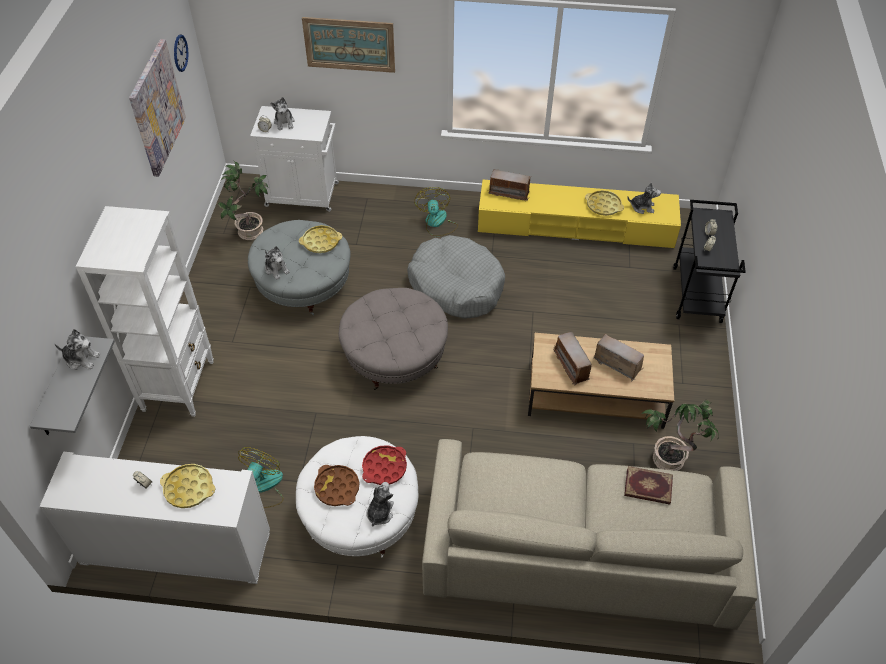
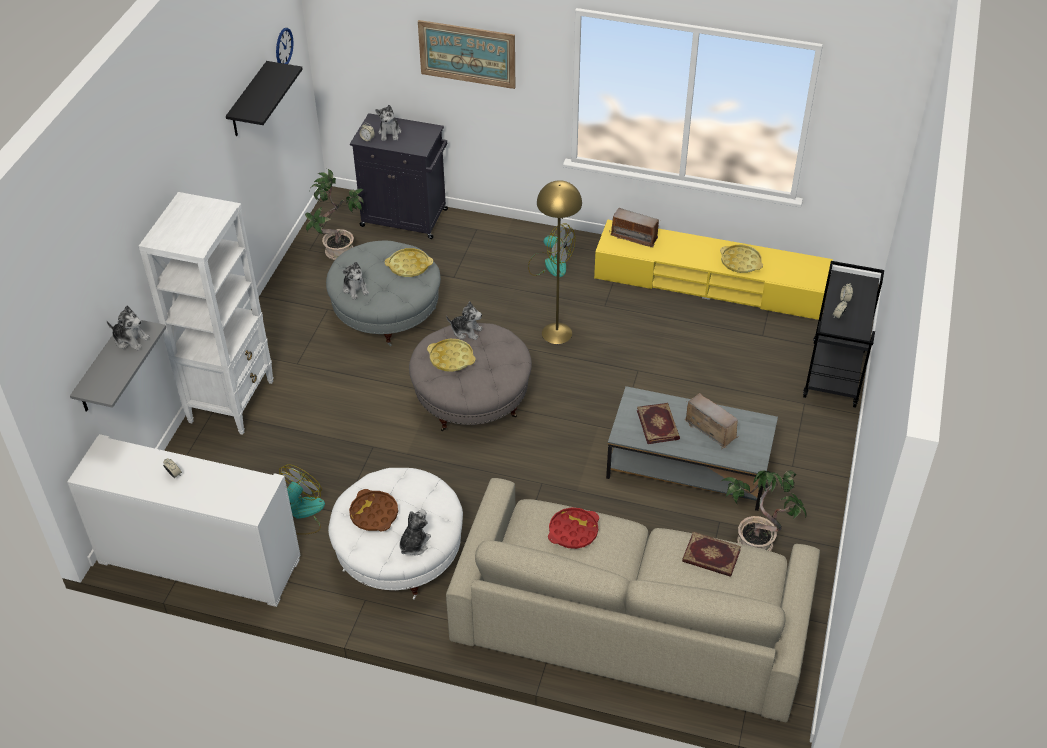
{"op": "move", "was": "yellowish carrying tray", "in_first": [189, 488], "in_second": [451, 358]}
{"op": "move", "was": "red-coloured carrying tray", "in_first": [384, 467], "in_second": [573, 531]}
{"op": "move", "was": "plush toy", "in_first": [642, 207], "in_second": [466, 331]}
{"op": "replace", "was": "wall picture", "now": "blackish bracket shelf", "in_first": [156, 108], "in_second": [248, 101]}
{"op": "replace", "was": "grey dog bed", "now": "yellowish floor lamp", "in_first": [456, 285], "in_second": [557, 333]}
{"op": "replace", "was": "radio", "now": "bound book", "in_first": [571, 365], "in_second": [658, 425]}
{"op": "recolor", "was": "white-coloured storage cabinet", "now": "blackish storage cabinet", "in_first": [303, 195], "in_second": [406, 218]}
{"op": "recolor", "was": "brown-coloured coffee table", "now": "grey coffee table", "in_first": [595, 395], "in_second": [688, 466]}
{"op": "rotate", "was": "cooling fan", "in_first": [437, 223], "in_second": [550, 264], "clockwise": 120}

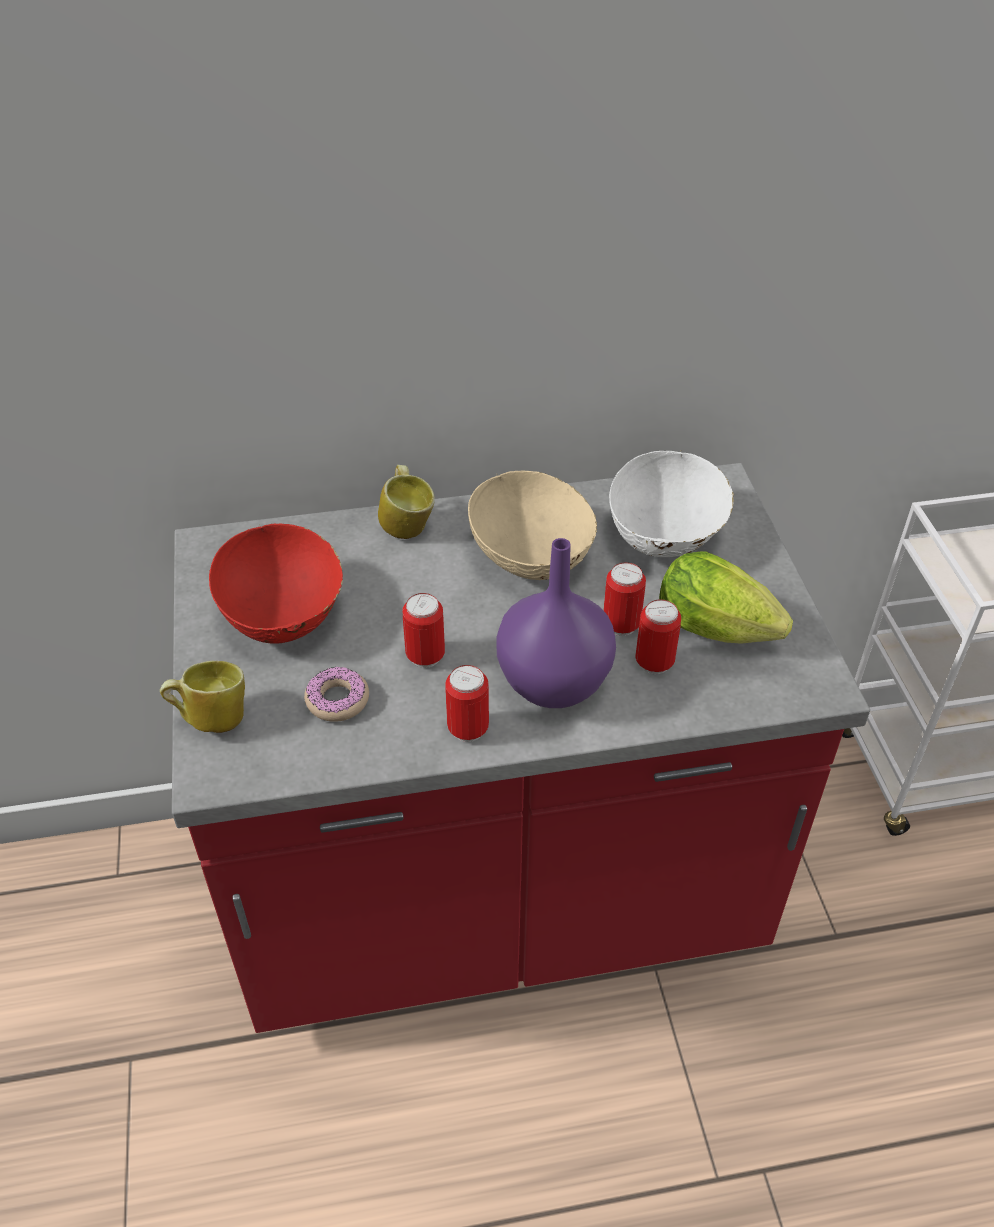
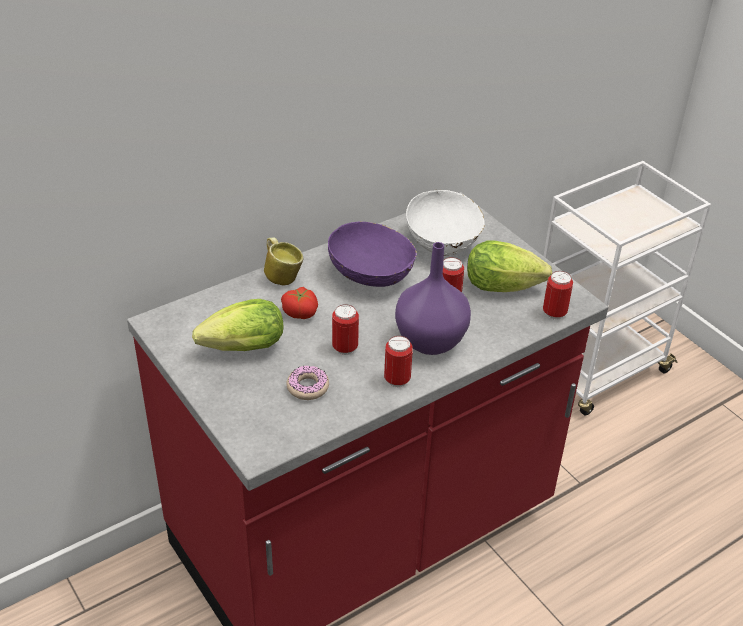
{"op": "delete", "was": "tea mug", "in_first": [211, 718]}
{"op": "insert", "now": "fresh tomato", "in_second": [301, 312]}
{"op": "move", "was": "metal can", "in_first": [654, 663], "in_second": [554, 313]}
{"op": "replace", "was": "red-coloured deep dish", "now": "lettuce", "in_first": [284, 614], "in_second": [239, 349]}
{"op": "recolor", "was": "beige-coloured deep dish", "now": "purple-coloured deep dish", "in_first": [532, 555], "in_second": [372, 274]}

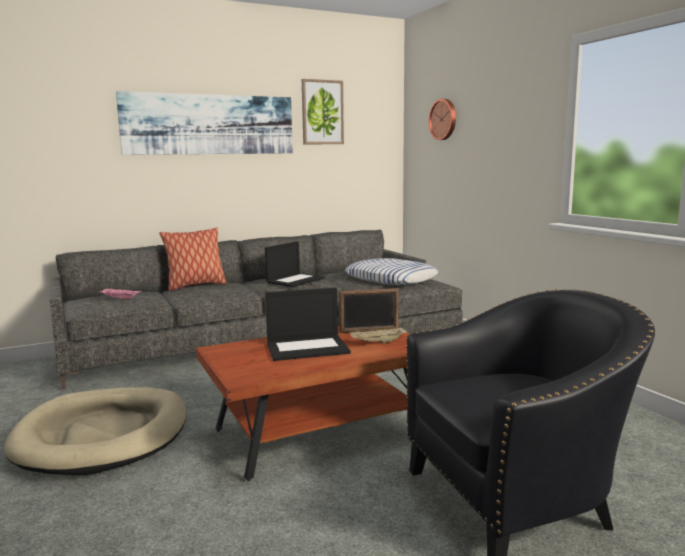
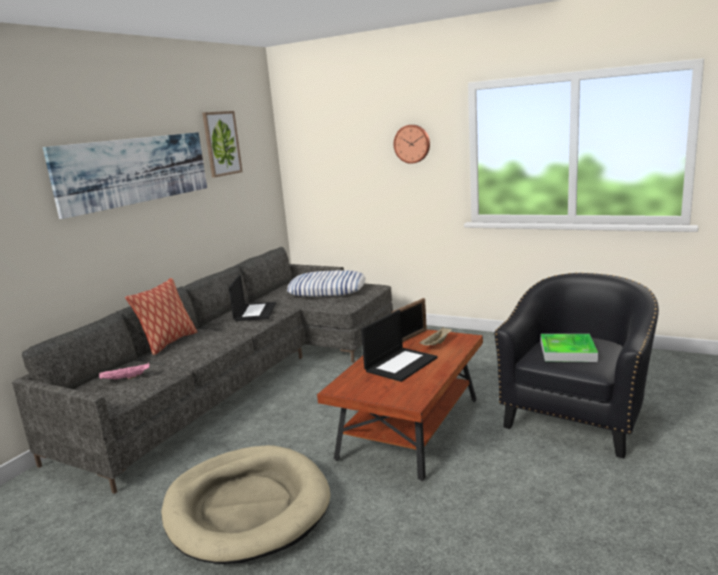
{"op": "insert", "now": "carrying tray", "in_second": [567, 351]}
{"op": "move", "was": "wall clock", "in_first": [444, 119], "in_second": [412, 144]}

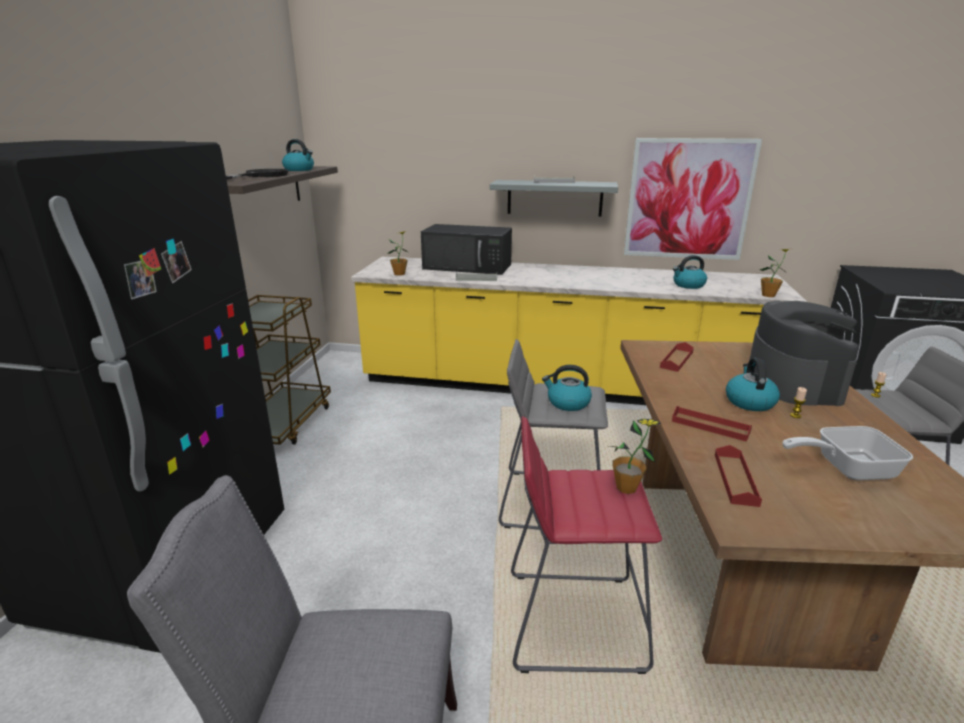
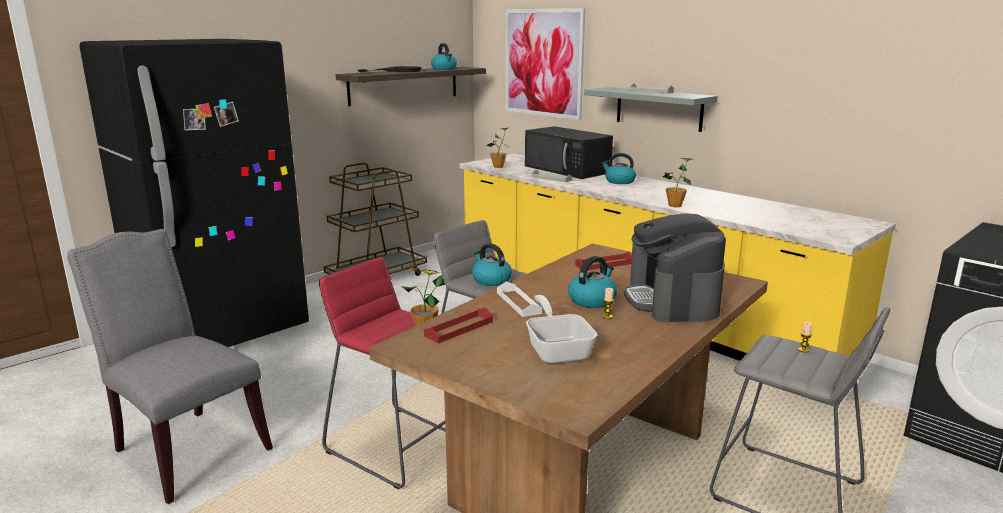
{"op": "move", "was": "wall picture", "in_first": [688, 200], "in_second": [543, 63]}
{"op": "move", "was": "kettle", "in_first": [688, 285], "in_second": [619, 181]}
{"op": "move", "was": "plant in a pot", "in_first": [768, 295], "in_second": [675, 205]}
{"op": "recolor", "was": "red-coloured carrying tray", "now": "white-coloured carrying tray", "in_first": [710, 426], "in_second": [518, 303]}
{"op": "rotate", "was": "coffee maker", "in_first": [793, 382], "in_second": [672, 300], "clockwise": 135}
{"op": "rotate", "was": "skillet", "in_first": [845, 468], "in_second": [558, 349], "clockwise": 45}

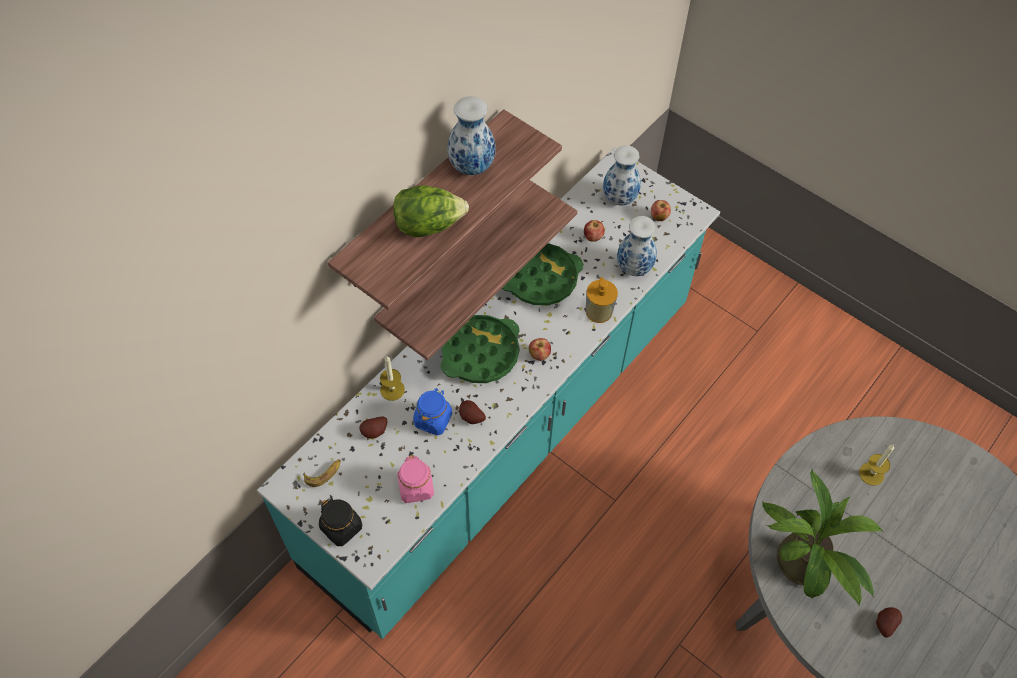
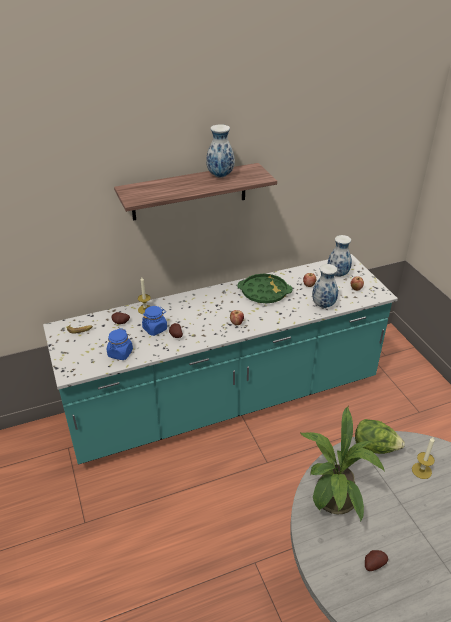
{"op": "delete", "was": "blackish jar", "in_first": [341, 528]}
{"op": "delete", "was": "bracket shelf", "in_first": [453, 261]}
{"op": "delete", "was": "green-coloured carrying tray", "in_first": [480, 353]}
{"op": "delete", "was": "liquid soap bottle", "in_first": [599, 311]}
{"op": "move", "was": "lettuce", "in_first": [429, 225], "in_second": [375, 447]}
{"op": "recolor", "was": "pink jar", "now": "blue jar", "in_first": [416, 487], "in_second": [120, 353]}

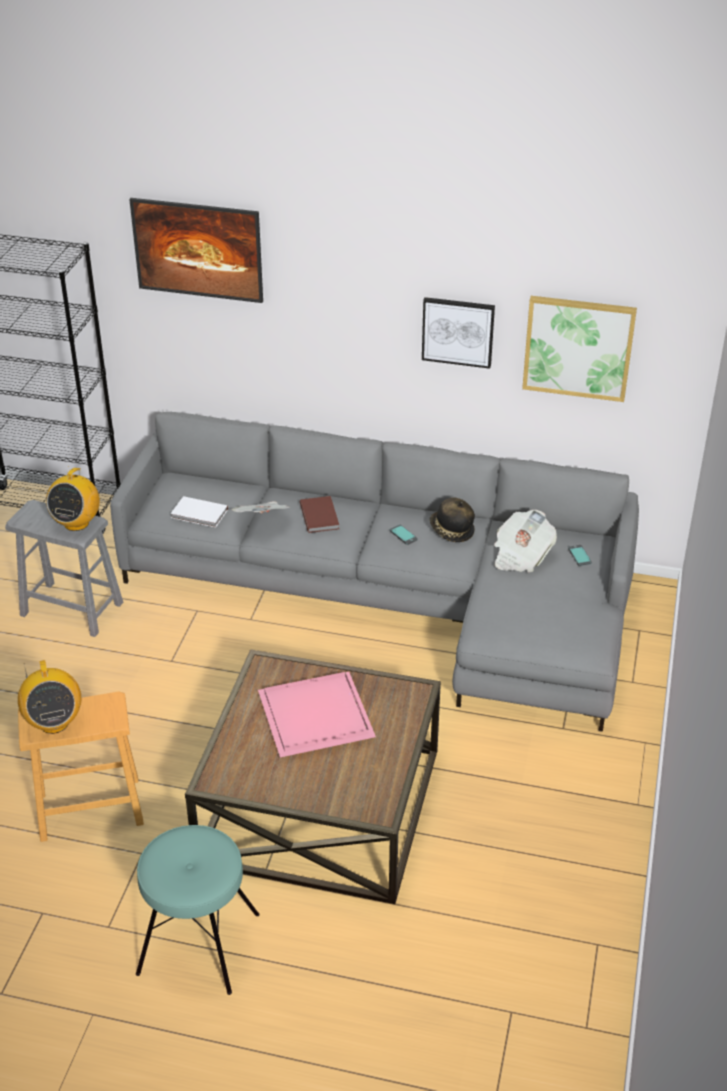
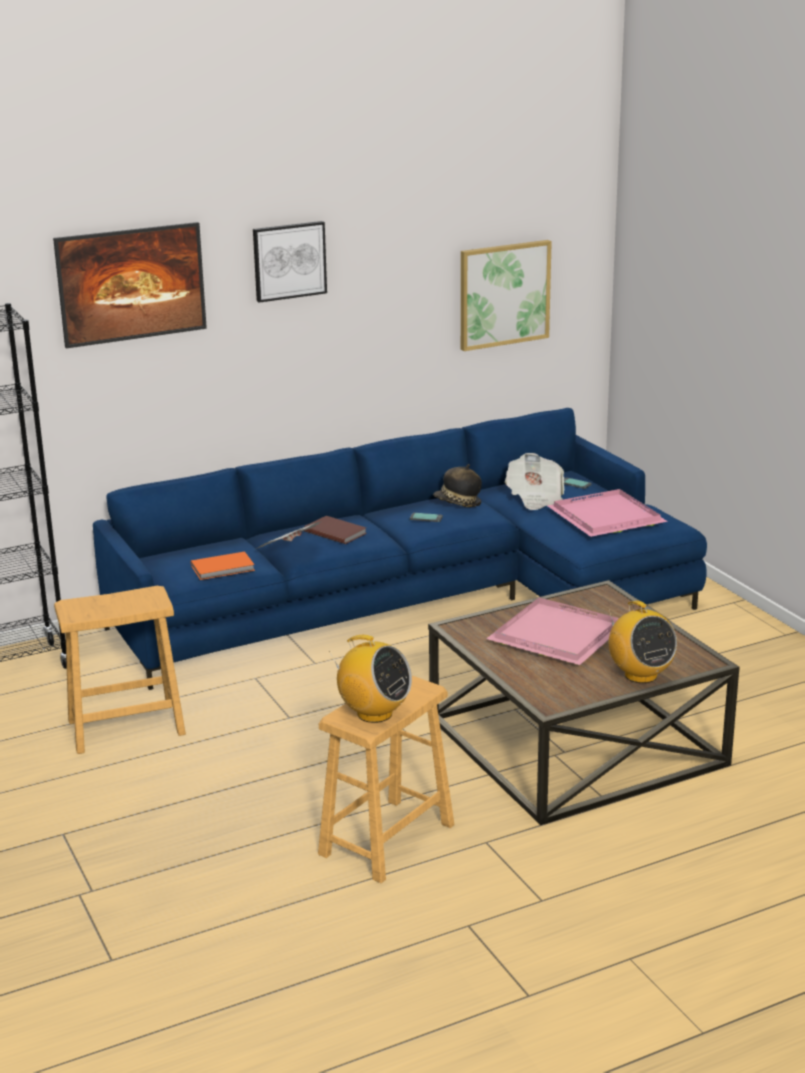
{"op": "delete", "was": "blue-green stool seat", "in_first": [198, 944]}
{"op": "insert", "now": "pink carrying tray", "in_second": [608, 517]}
{"op": "move", "was": "radio", "in_first": [76, 523], "in_second": [640, 675]}
{"op": "move", "was": "wall picture", "in_first": [458, 331], "in_second": [289, 261]}
{"op": "recolor", "was": "grey stool seat", "now": "brown-coloured stool seat", "in_first": [72, 609], "in_second": [126, 727]}
{"op": "recolor", "was": "grey couch", "now": "blue couch", "in_first": [397, 598], "in_second": [418, 602]}
{"op": "recolor", "was": "white-coloured bound book", "now": "orange-coloured bound book", "in_first": [199, 514], "in_second": [224, 568]}

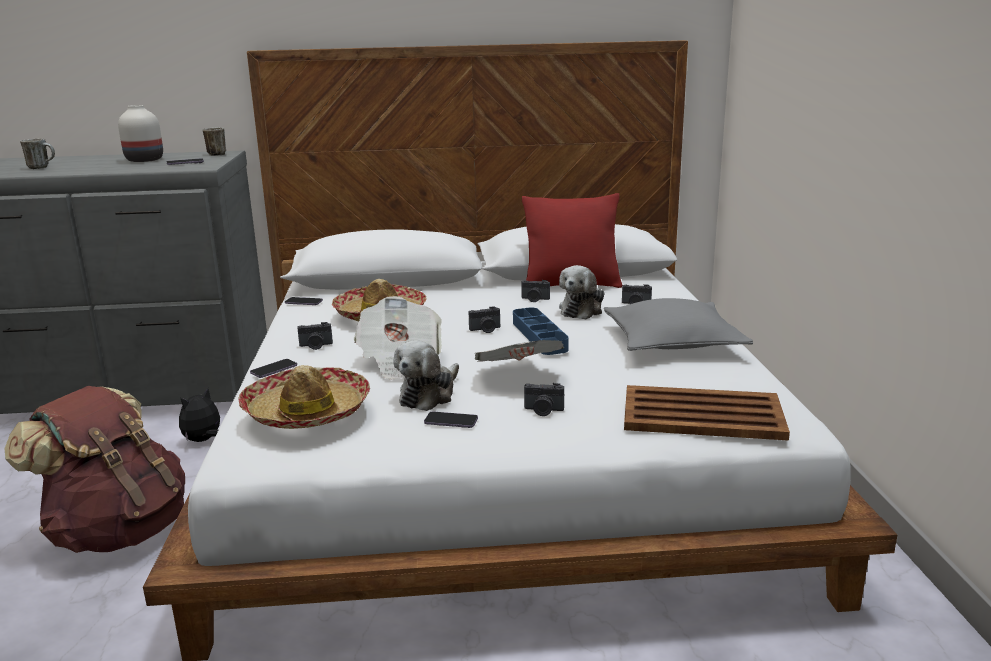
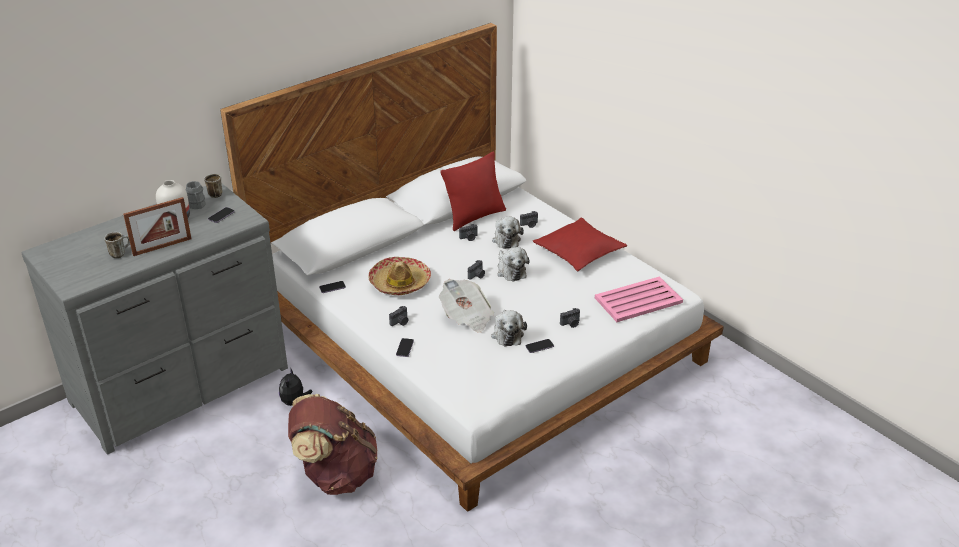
{"op": "delete", "was": "clothing hat", "in_first": [306, 412]}
{"op": "delete", "was": "daily paper", "in_first": [518, 375]}
{"op": "insert", "now": "photo frame", "in_second": [162, 247]}
{"op": "insert", "now": "grey tea mug", "in_second": [197, 206]}
{"op": "replace", "was": "blue carrying tray", "now": "plush toy", "in_first": [539, 336], "in_second": [510, 271]}
{"op": "recolor", "was": "grey pillow", "now": "red-coloured pillow", "in_first": [672, 342], "in_second": [579, 252]}
{"op": "recolor", "was": "brown-coloured carrying tray", "now": "pink carrying tray", "in_first": [704, 415], "in_second": [639, 300]}

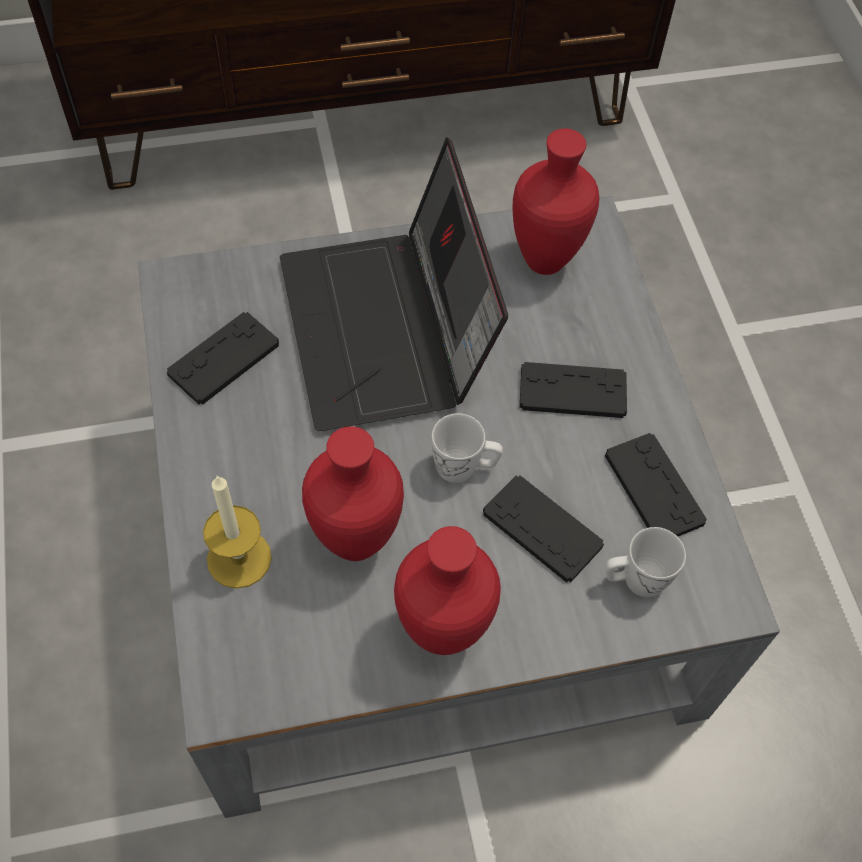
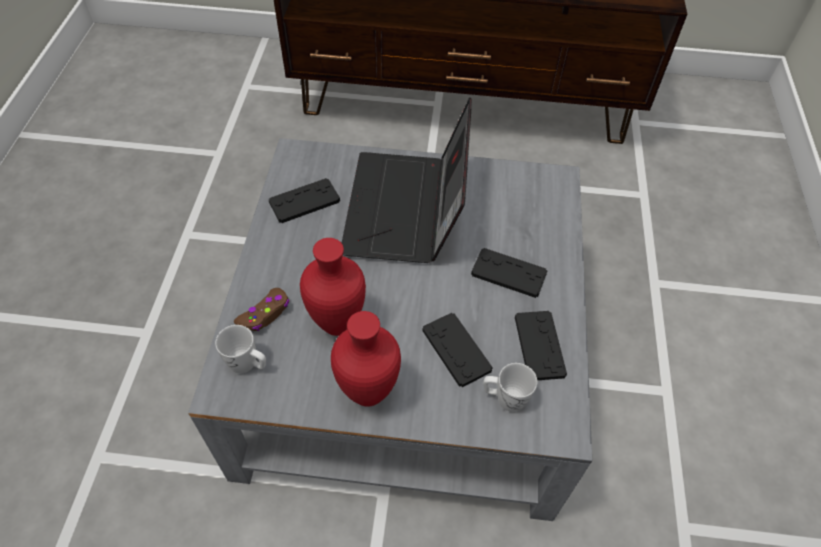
{"op": "delete", "was": "red-coloured flower vase", "in_first": [547, 262]}
{"op": "move", "was": "white-coloured tea mug", "in_first": [464, 467], "in_second": [247, 364]}
{"op": "replace", "was": "wax candle", "now": "brown-coloured gamepad", "in_first": [239, 558], "in_second": [265, 314]}

